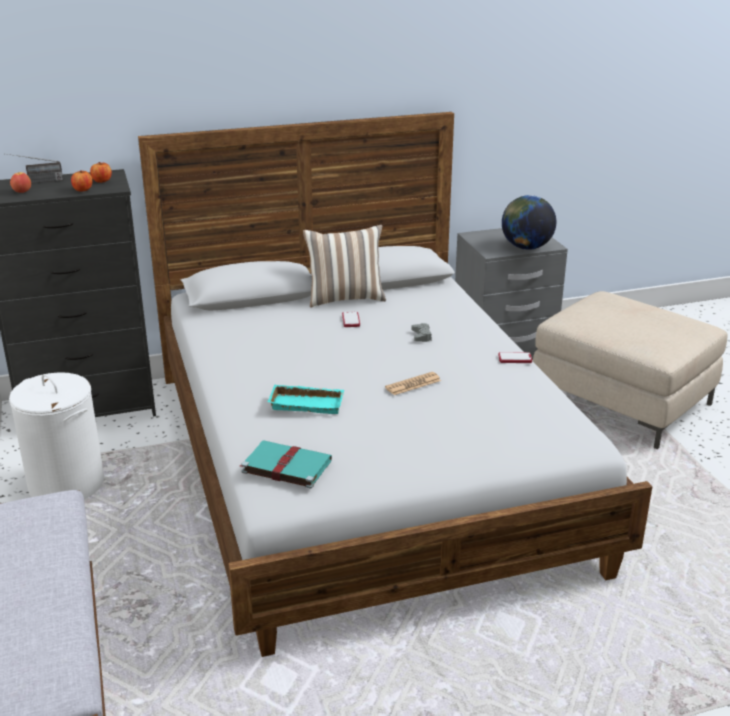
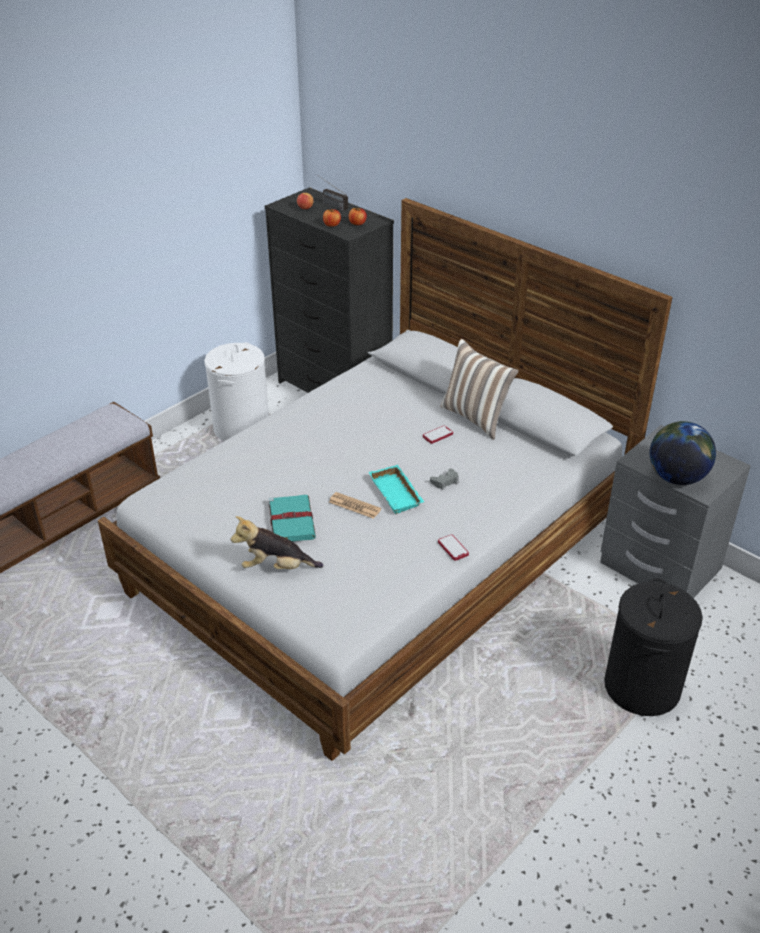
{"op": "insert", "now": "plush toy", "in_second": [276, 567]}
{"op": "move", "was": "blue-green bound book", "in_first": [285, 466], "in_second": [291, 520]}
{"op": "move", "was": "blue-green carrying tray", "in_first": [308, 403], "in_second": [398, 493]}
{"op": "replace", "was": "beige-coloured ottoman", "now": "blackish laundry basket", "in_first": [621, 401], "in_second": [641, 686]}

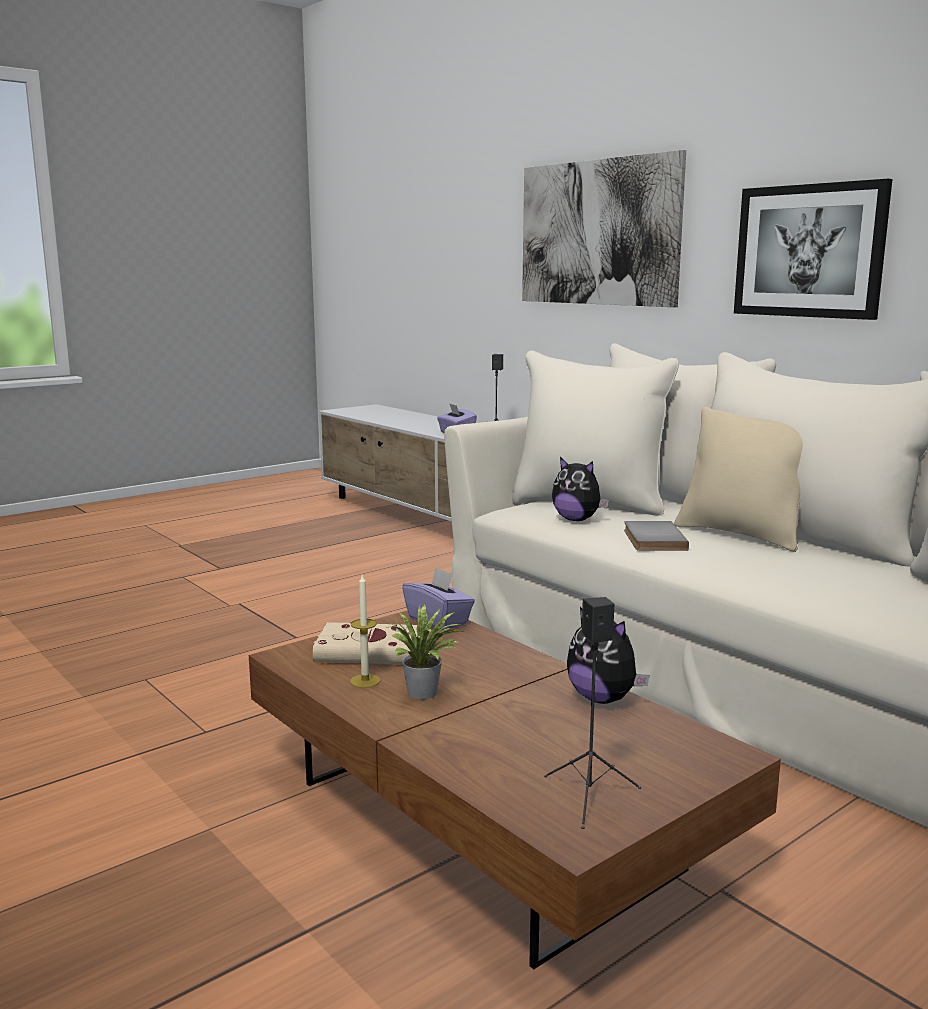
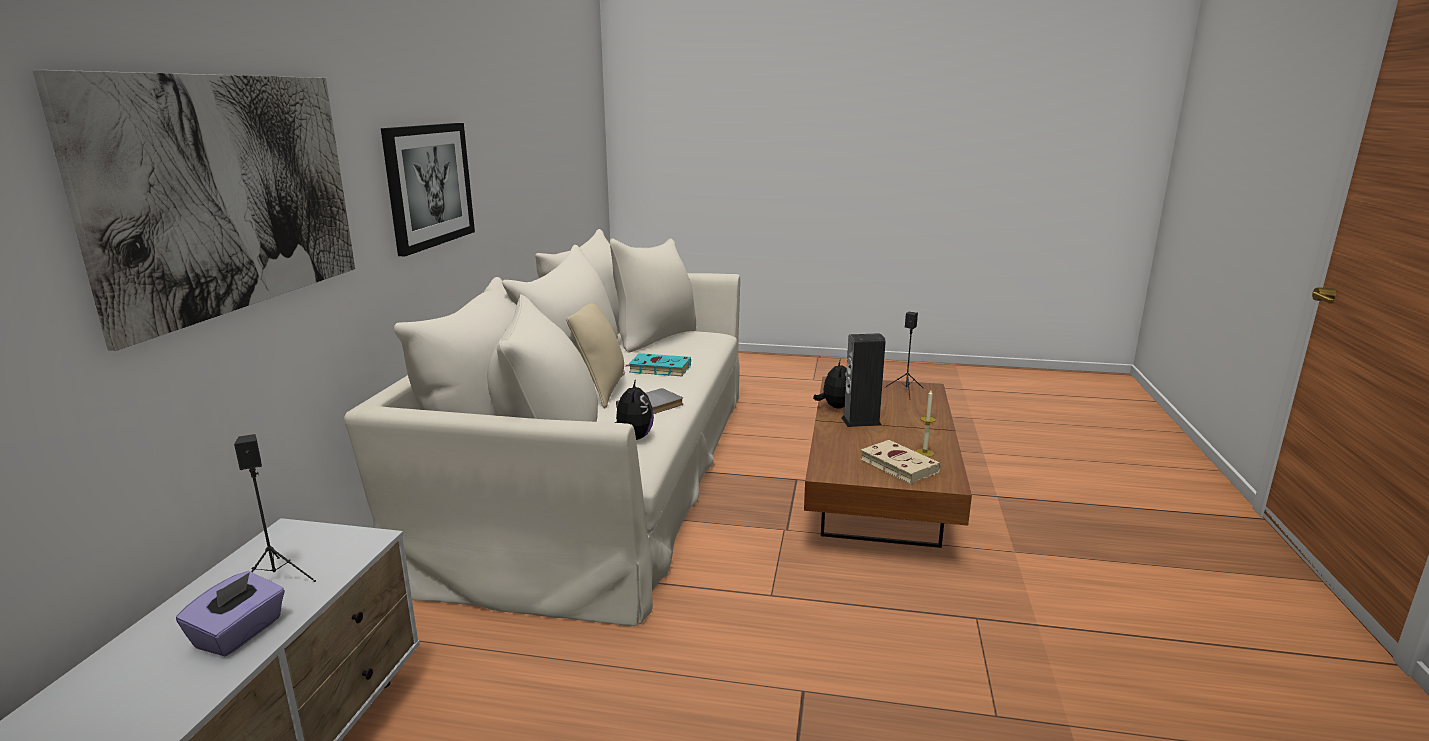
{"op": "delete", "was": "plant in a pot", "in_first": [425, 694]}
{"op": "delete", "was": "purple-coloured tissue holder", "in_first": [438, 620]}
{"op": "insert", "now": "blue-green bound book", "in_second": [658, 369]}
{"op": "insert", "now": "speaker", "in_second": [861, 421]}

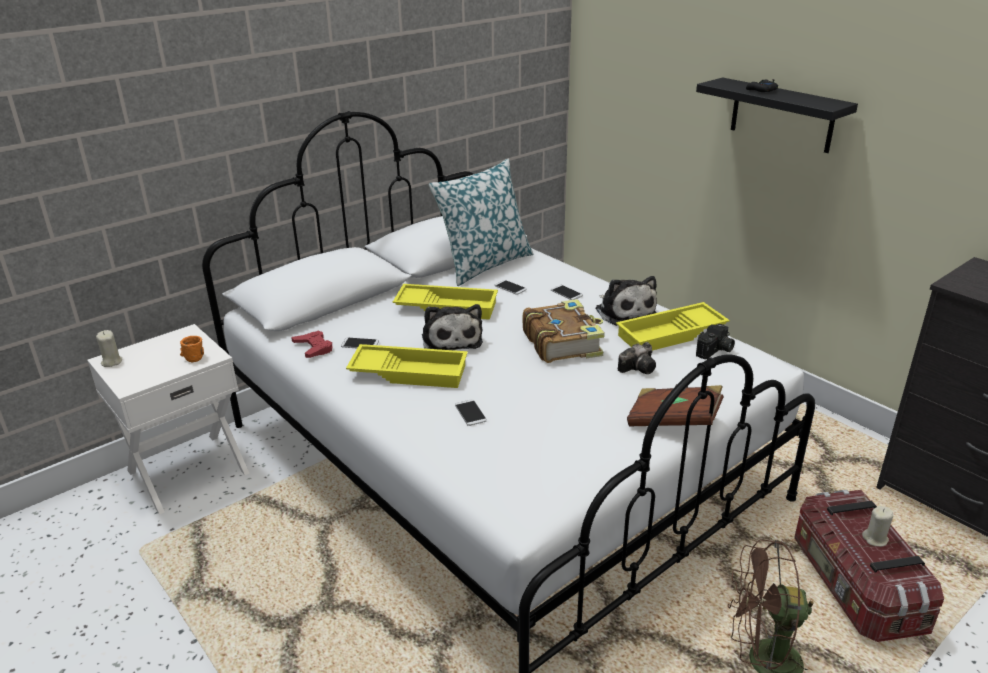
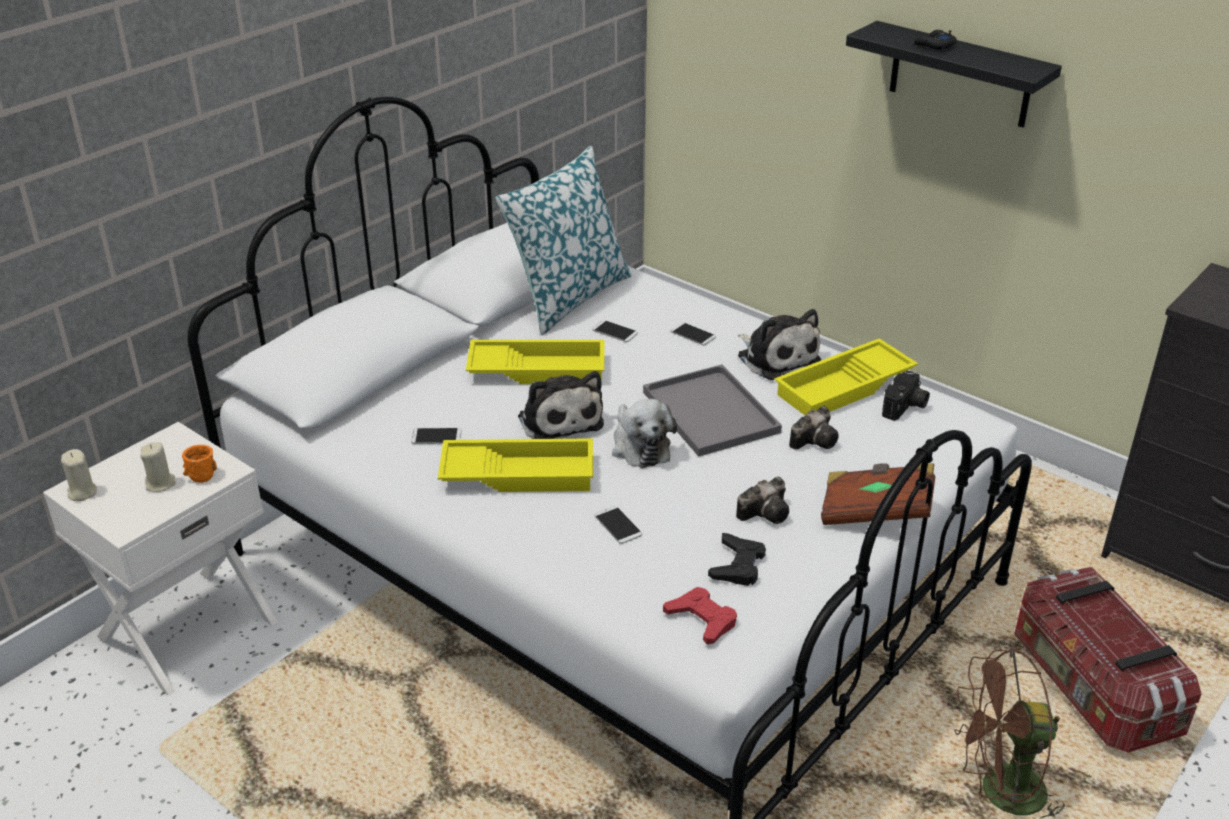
{"op": "insert", "now": "plush toy", "in_second": [639, 446]}
{"op": "insert", "now": "blackish gamepad", "in_second": [737, 565]}
{"op": "insert", "now": "photo camera", "in_second": [767, 512]}
{"op": "move", "was": "red-coloured gamepad", "in_first": [313, 348], "in_second": [702, 620]}
{"op": "move", "was": "beige-coloured wax candle", "in_first": [875, 539], "in_second": [161, 484]}
{"op": "replace", "was": "bound book", "now": "grey carrying tray", "in_first": [562, 342], "in_second": [708, 411]}

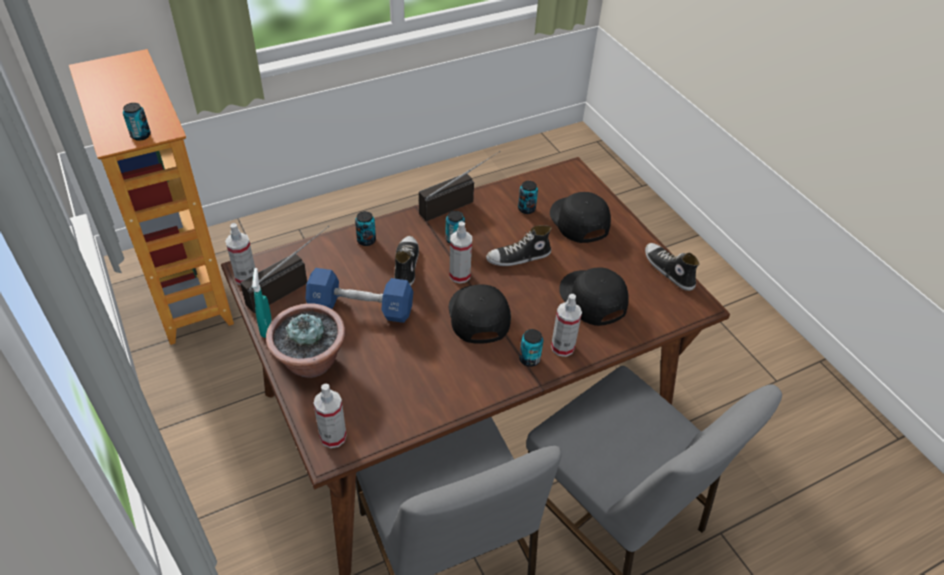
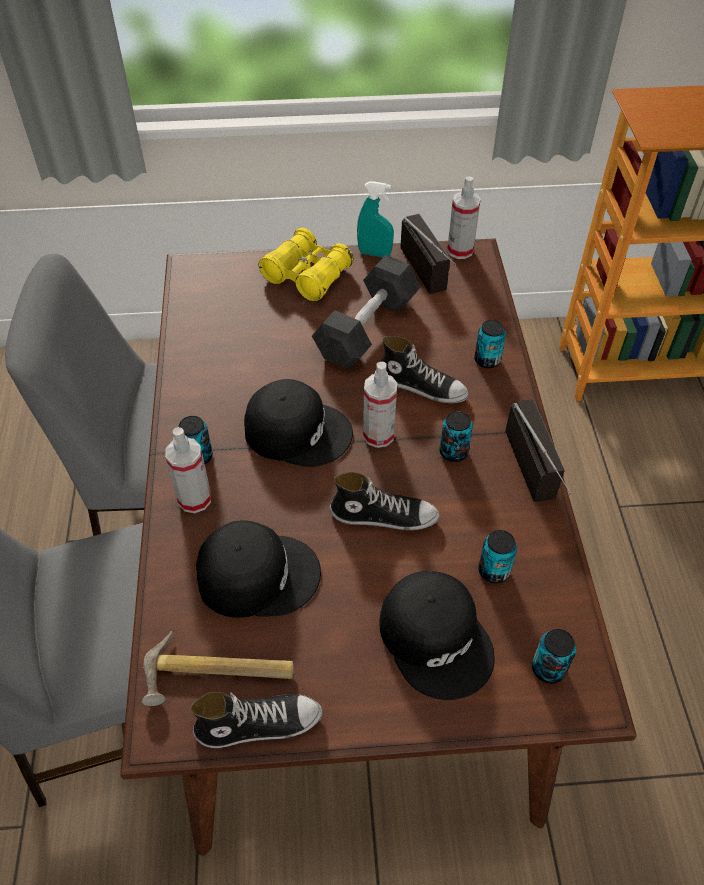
{"op": "delete", "was": "hand sprayer", "in_first": [333, 437]}
{"op": "insert", "now": "hand hammer", "in_second": [218, 677]}
{"op": "move", "was": "metal can", "in_first": [141, 135], "in_second": [548, 668]}
{"op": "replace", "was": "plant in a pot", "now": "yellowish binoculars", "in_first": [311, 363], "in_second": [307, 275]}
{"op": "recolor", "was": "blue hand weight", "now": "blackish hand weight", "in_first": [361, 308], "in_second": [367, 328]}
{"op": "rotate", "was": "shoe", "in_first": [518, 257], "in_second": [384, 515], "clockwise": 90}
{"op": "rotate", "was": "blackish baseball cap", "in_first": [578, 221], "in_second": [437, 637], "clockwise": 60}

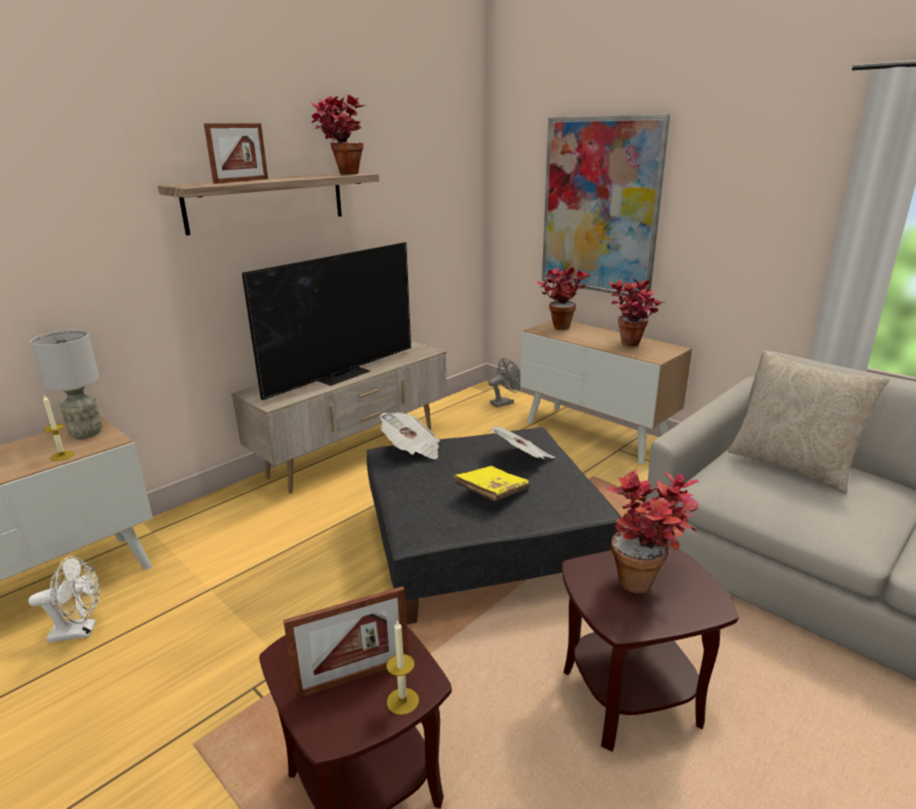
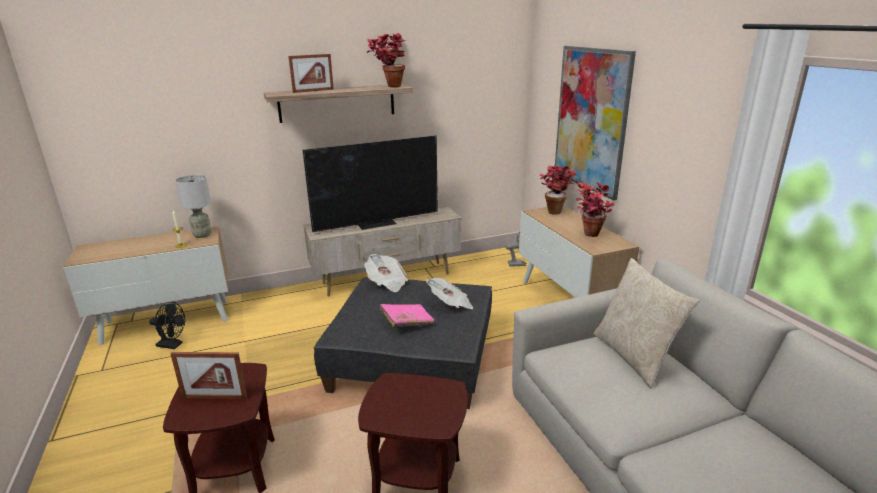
{"op": "delete", "was": "wax candle", "in_first": [402, 701]}
{"op": "delete", "was": "plant in a pot", "in_first": [646, 581]}
{"op": "recolor", "was": "white-coloured cooling fan", "now": "blackish cooling fan", "in_first": [80, 631], "in_second": [173, 345]}
{"op": "recolor", "was": "yellowish bound book", "now": "pink bound book", "in_first": [492, 493], "in_second": [407, 322]}

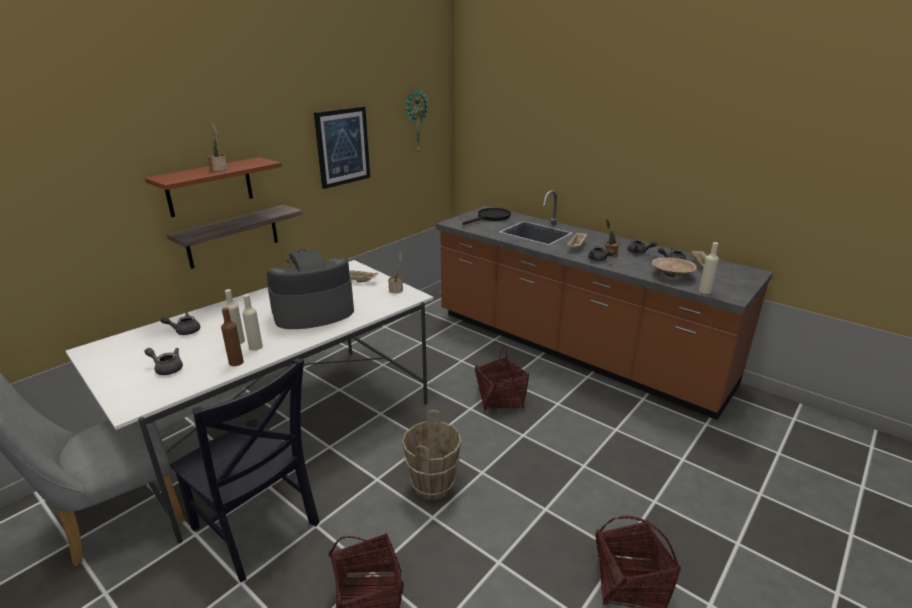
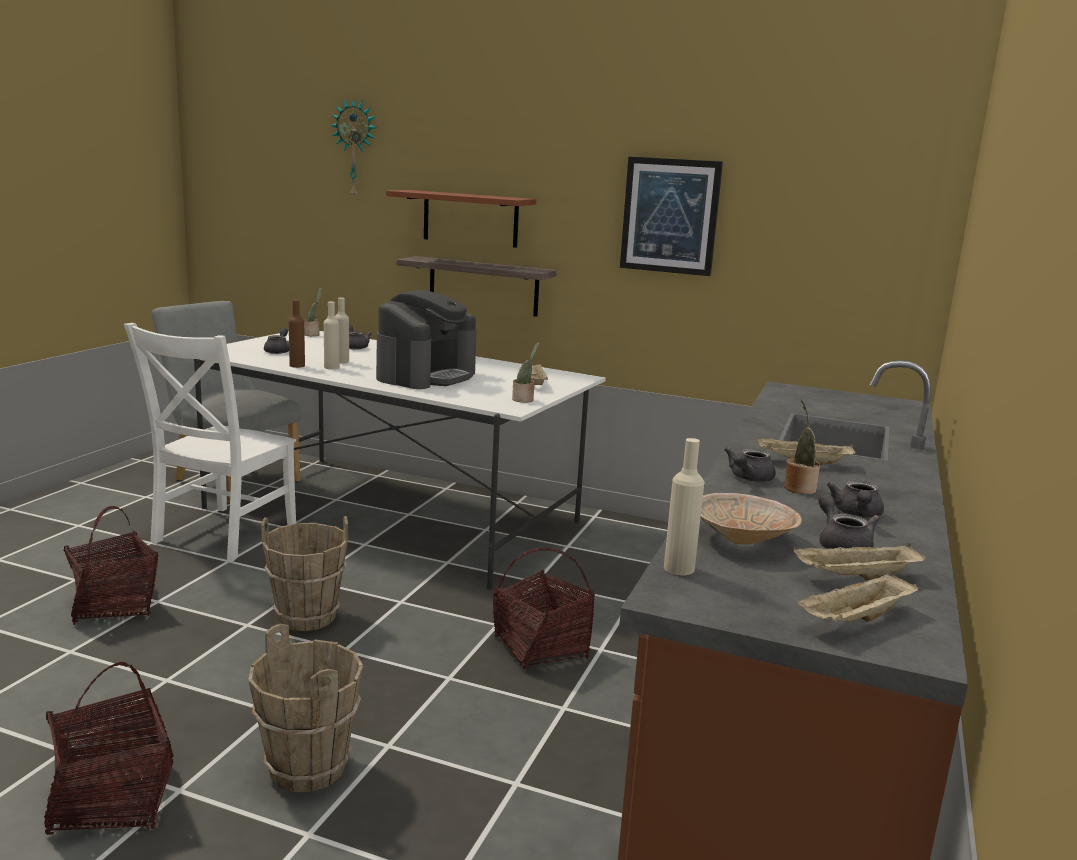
{"op": "delete", "was": "blackish skillet", "in_first": [490, 218]}
{"op": "insert", "now": "brown-coloured water bucket", "in_second": [309, 767]}
{"op": "insert", "now": "beige-coloured carrying tray", "in_second": [856, 620]}
{"op": "move", "was": "plant in a pot", "in_first": [219, 169], "in_second": [312, 334]}
{"op": "move", "was": "wall clock", "in_first": [415, 121], "in_second": [355, 149]}
{"op": "recolor", "was": "blackish upright chair", "now": "white-coloured upright chair", "in_first": [257, 529], "in_second": [221, 535]}
{"op": "rotate", "was": "coffee maker", "in_first": [313, 312], "in_second": [426, 376], "clockwise": 75}

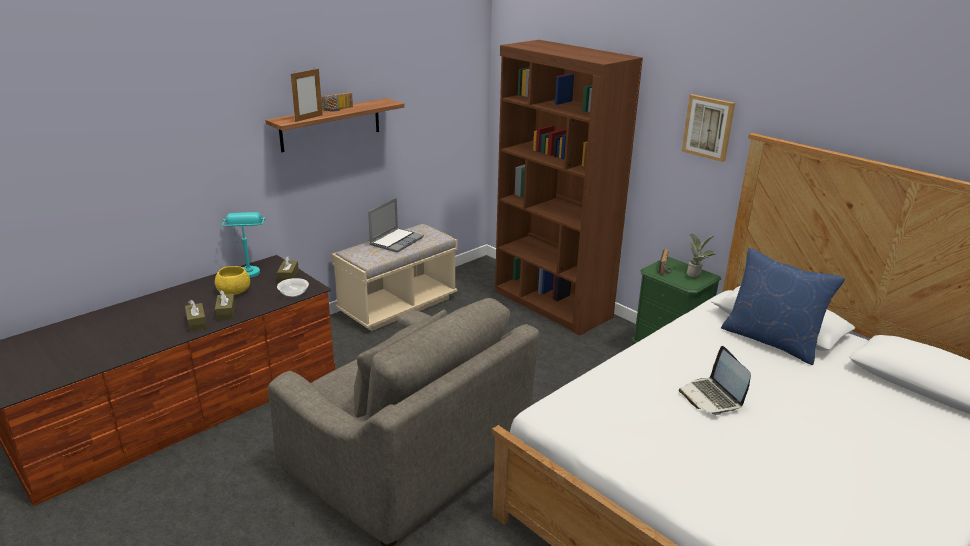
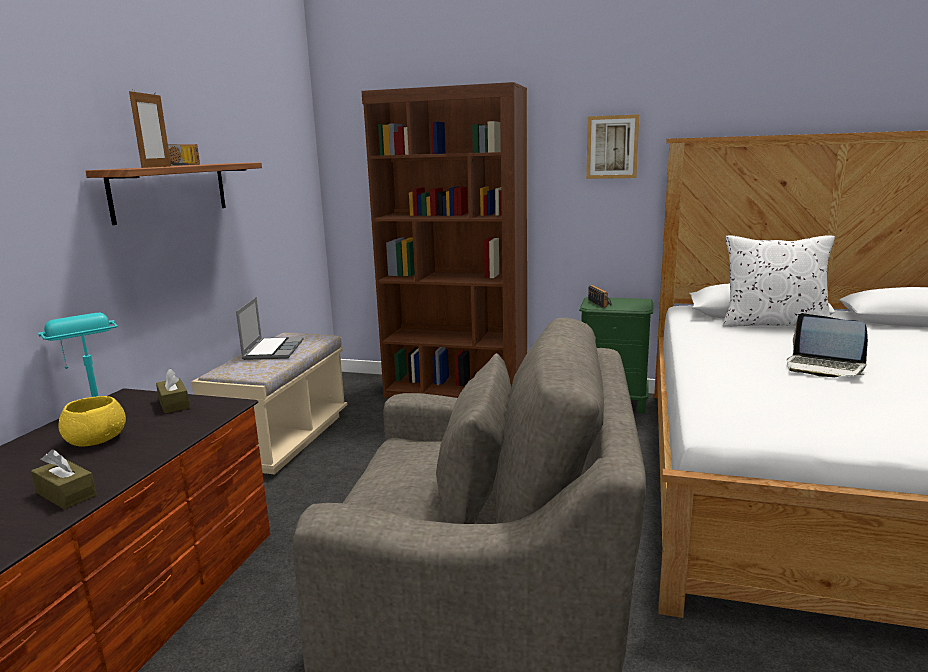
{"op": "delete", "was": "brown-coloured tissue holder", "in_first": [226, 312]}
{"op": "delete", "was": "deep dish", "in_first": [294, 293]}
{"op": "delete", "was": "plant in a pot", "in_first": [696, 274]}
{"op": "recolor", "was": "blue pillow", "now": "white-coloured pillow", "in_first": [771, 341], "in_second": [773, 324]}

